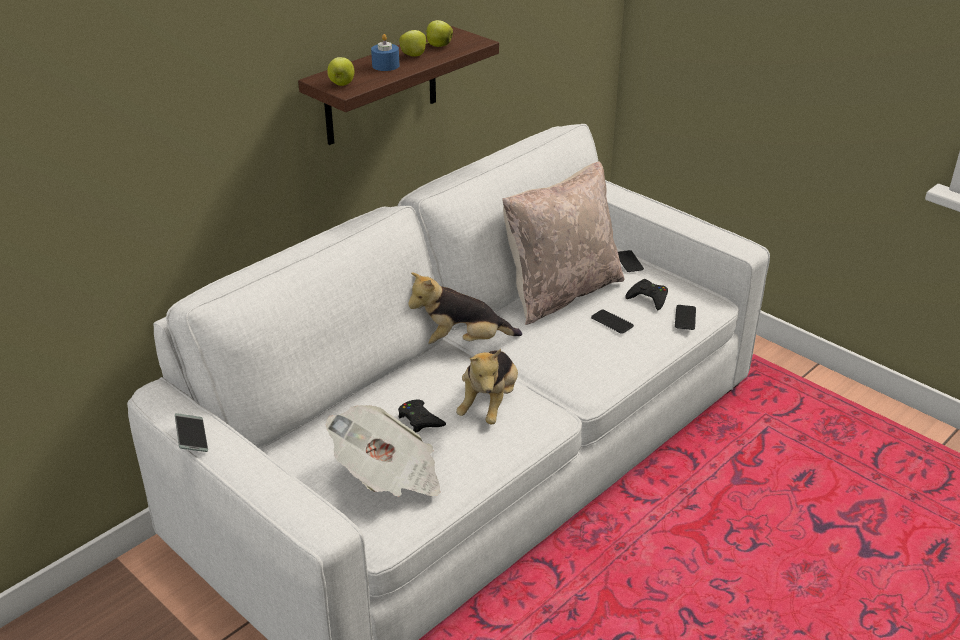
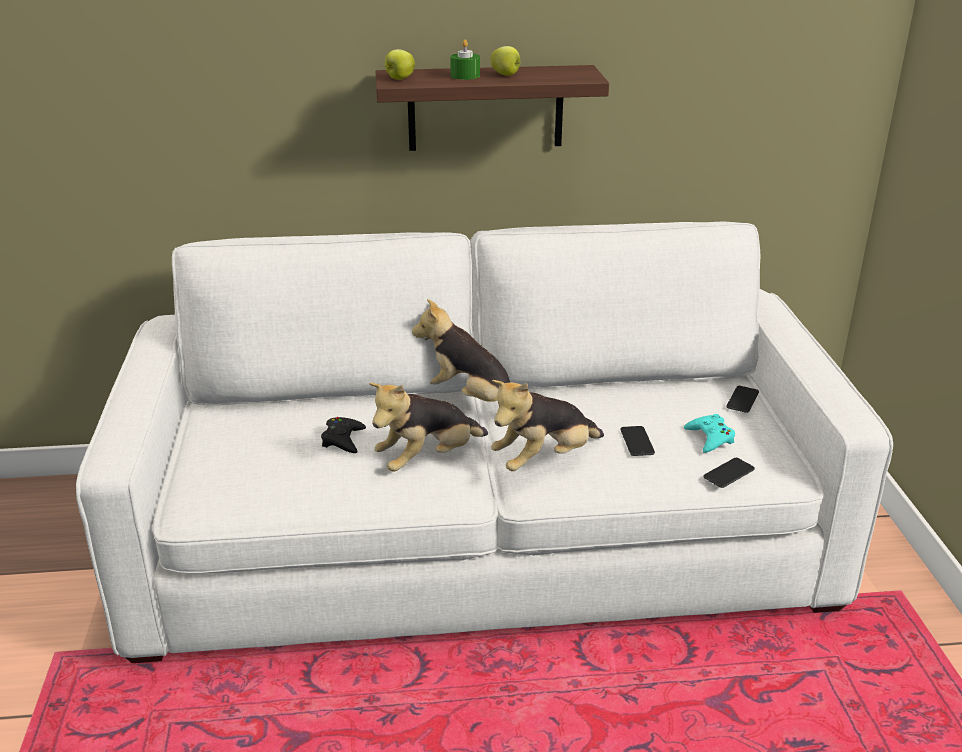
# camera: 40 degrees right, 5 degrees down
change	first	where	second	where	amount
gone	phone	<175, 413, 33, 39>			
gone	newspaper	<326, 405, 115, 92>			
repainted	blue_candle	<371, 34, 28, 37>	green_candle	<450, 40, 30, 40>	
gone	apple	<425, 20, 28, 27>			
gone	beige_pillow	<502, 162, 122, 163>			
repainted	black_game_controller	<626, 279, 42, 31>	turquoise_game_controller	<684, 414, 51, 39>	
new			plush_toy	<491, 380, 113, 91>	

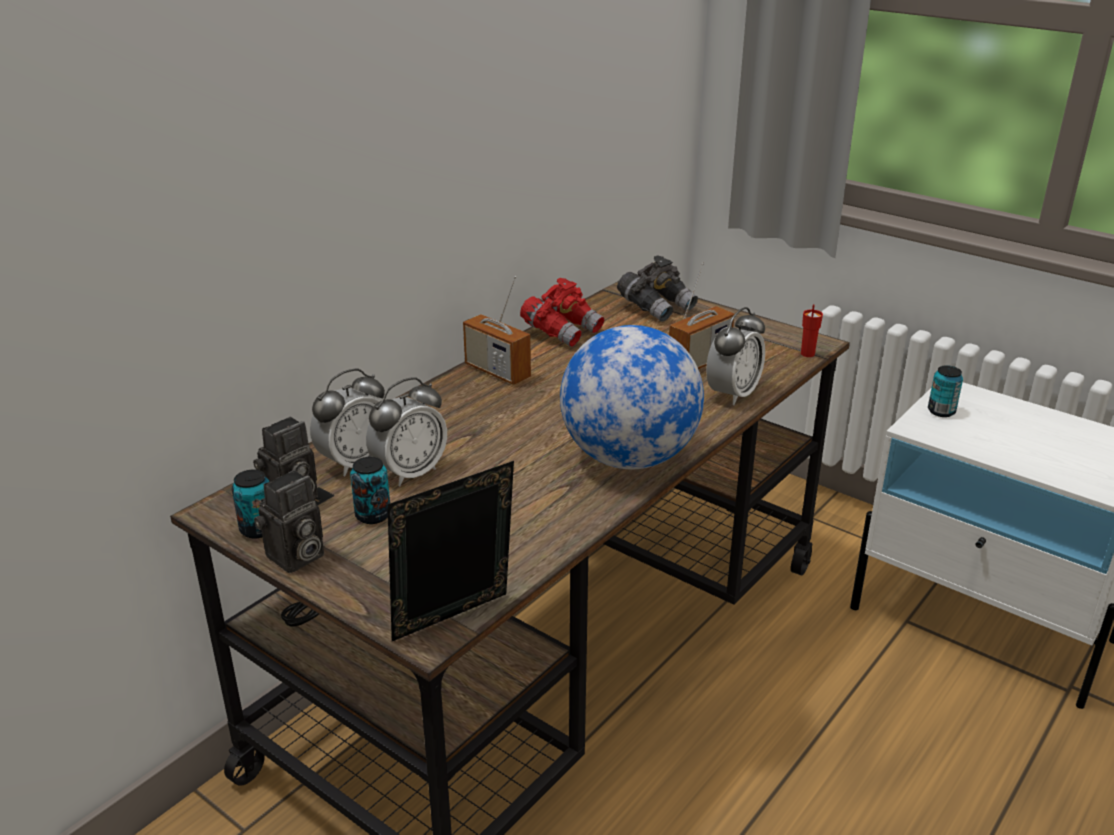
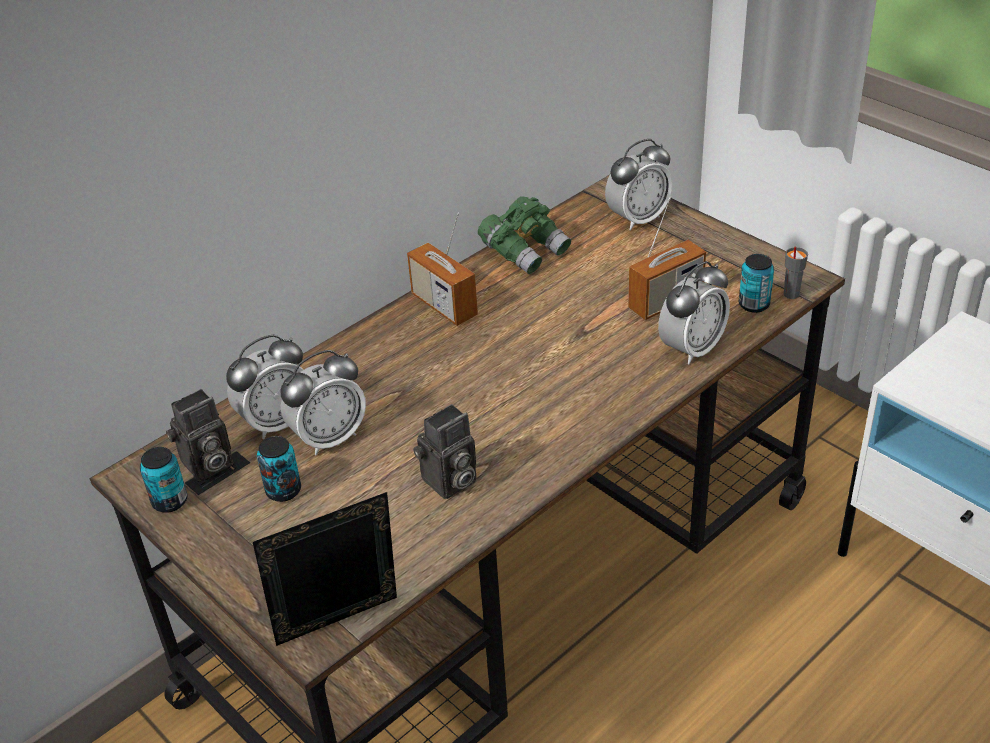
# camera: 10 degrees right, 10 degrees up
change	first	where	second	where	amount
shifted	photo_camera	<254, 470, 70, 103>		<413, 404, 64, 95>	
repainted	red_binoculars	<520, 278, 84, 69>	green_binoculars	<478, 196, 93, 78>	
gone	globe	<560, 325, 144, 144>			
swapped	grey_binoculars	<617, 255, 81, 67>	alarm_clock	<605, 139, 68, 92>	
repainted	red_cup	<801, 304, 22, 53>	grey_cup	<784, 246, 24, 53>	
shifted	can	<928, 365, 35, 52>		<739, 254, 35, 59>	

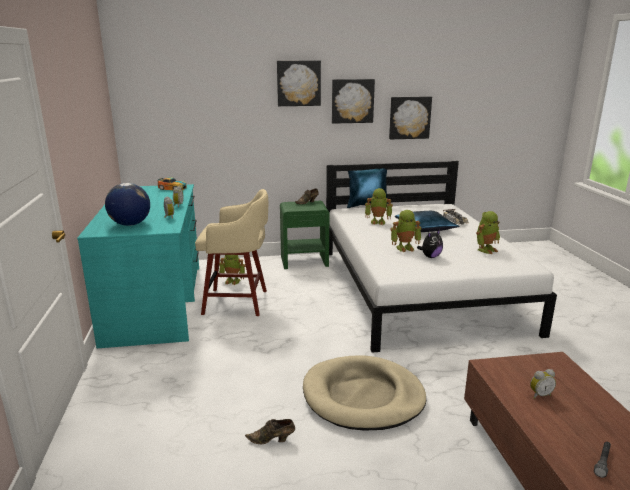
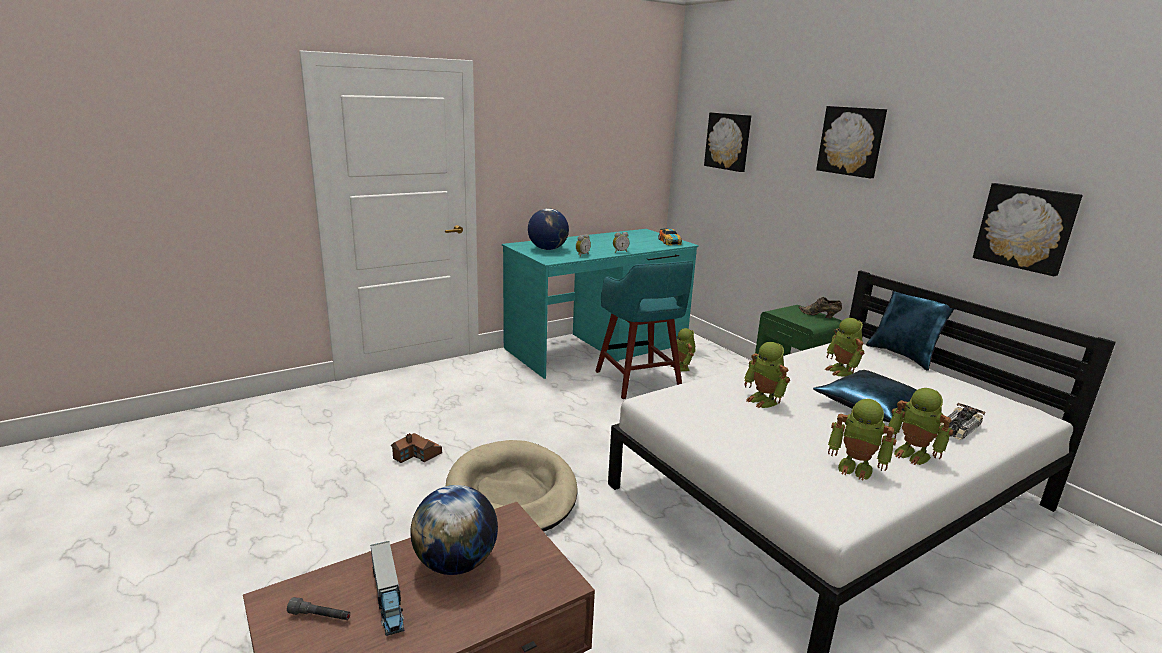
# camera: 65 degrees right, 0 degrees up
change	first	where	second	where	amount
repainted	beige_stool	<195, 189, 73, 127>	turquoise_stool	<596, 261, 97, 138>	
swapped	brown_shoe	<245, 419, 50, 25>	toy_house	<391, 433, 51, 30>	
shifted	picture	<332, 79, 43, 45>		<704, 112, 47, 60>	
gone	plush_toy	<417, 230, 26, 28>			
swapped	alarm_clock	<530, 369, 26, 30>	globe	<410, 485, 88, 90>	
new			toy_truck	<370, 541, 34, 95>	
new			toy_robot	<888, 388, 65, 77>	

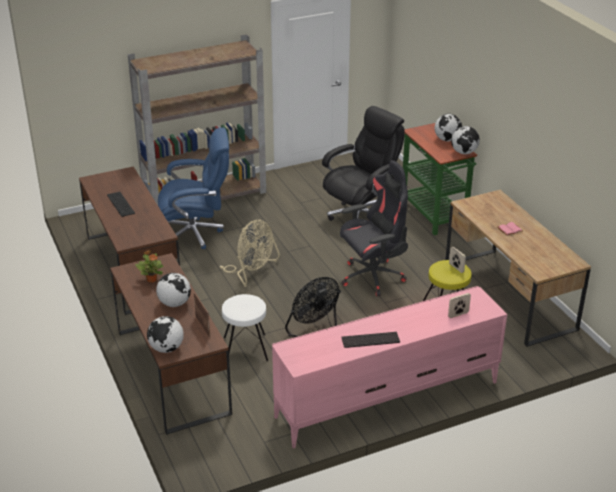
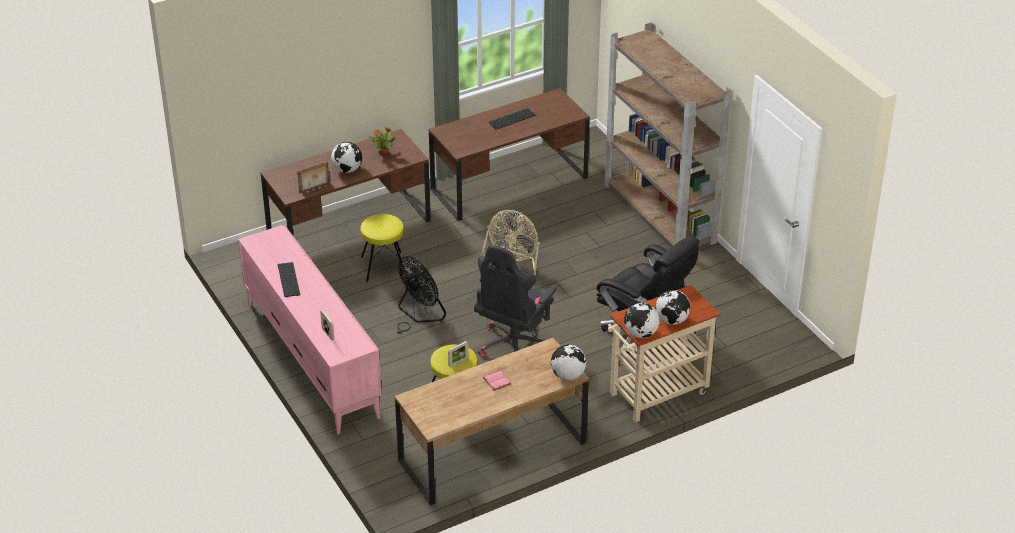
# camera: 85 degrees right, 5 degrees up
change	first	where	second	where	amount
shifted	globe	<147, 316, 37, 37>		<551, 345, 35, 35>	
gone	blue_office_chair	<158, 127, 71, 122>			
repainted	white_stool	<222, 294, 46, 67>	yellow_stool	<360, 214, 44, 68>	
rotated	black_office_chair	<340, 160, 68, 137>		<474, 245, 83, 112>	60 degrees clockwise
repainted	green_cart	<403, 123, 74, 112>	beige_cart	<608, 285, 112, 137>	

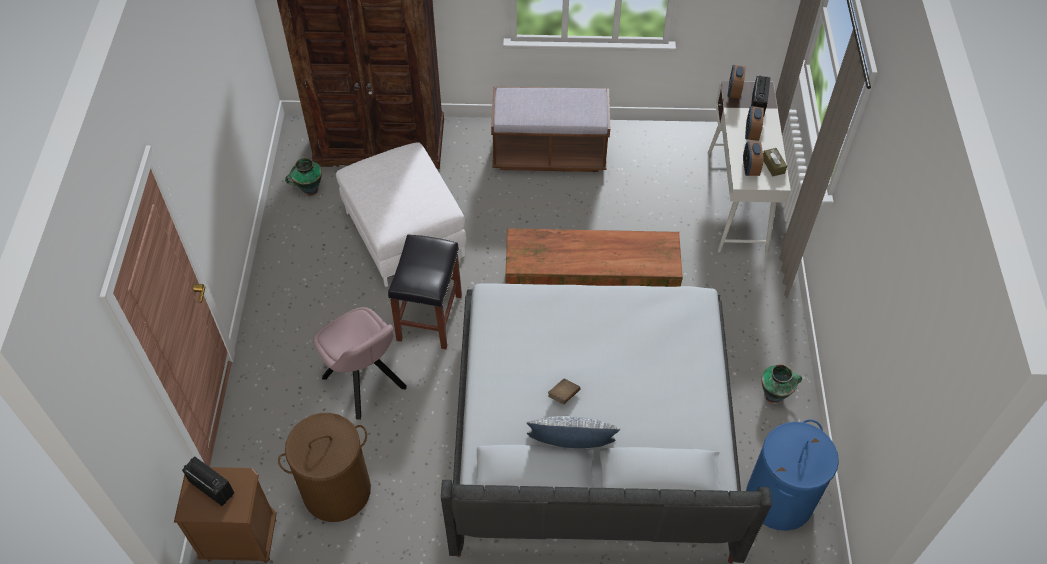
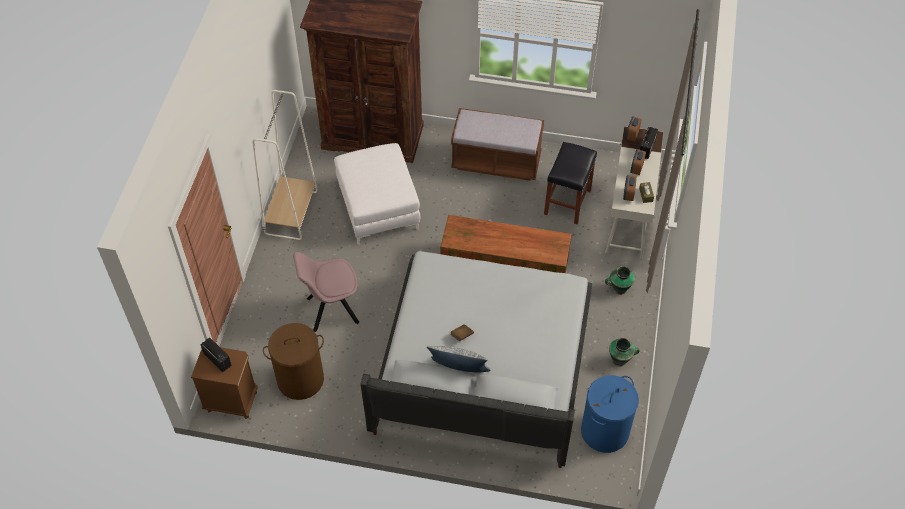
# camera: 10 degrees right, 0 degrees up
change	first	where	second	where	amount
shifted	vase	<285, 157, 37, 39>		<605, 266, 30, 29>	
rotated	pink_chair	<313, 307, 94, 113>		<293, 252, 66, 80>	105 degrees clockwise
shifted	black_stool	<388, 234, 74, 115>		<544, 142, 53, 82>	
new			clothes_rack	<252, 90, 66, 150>	

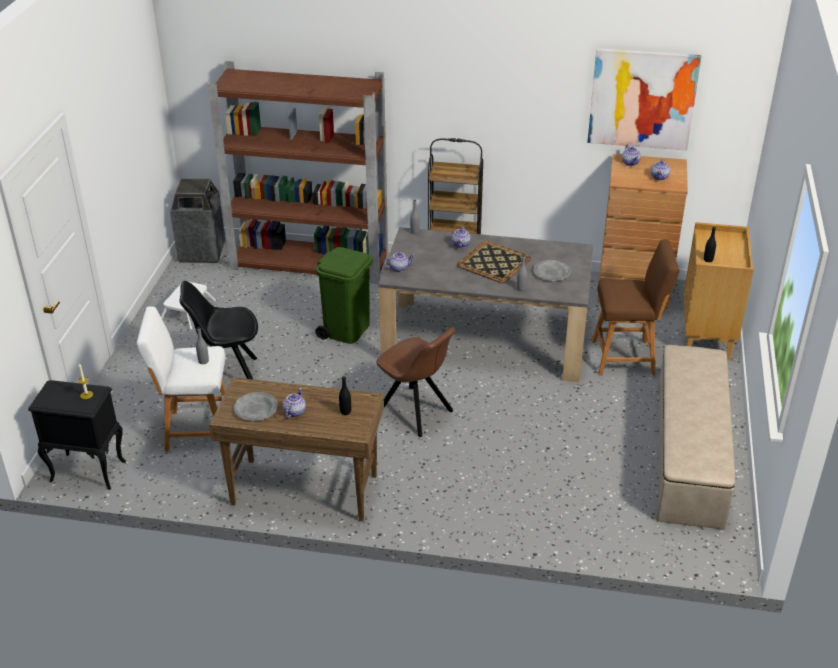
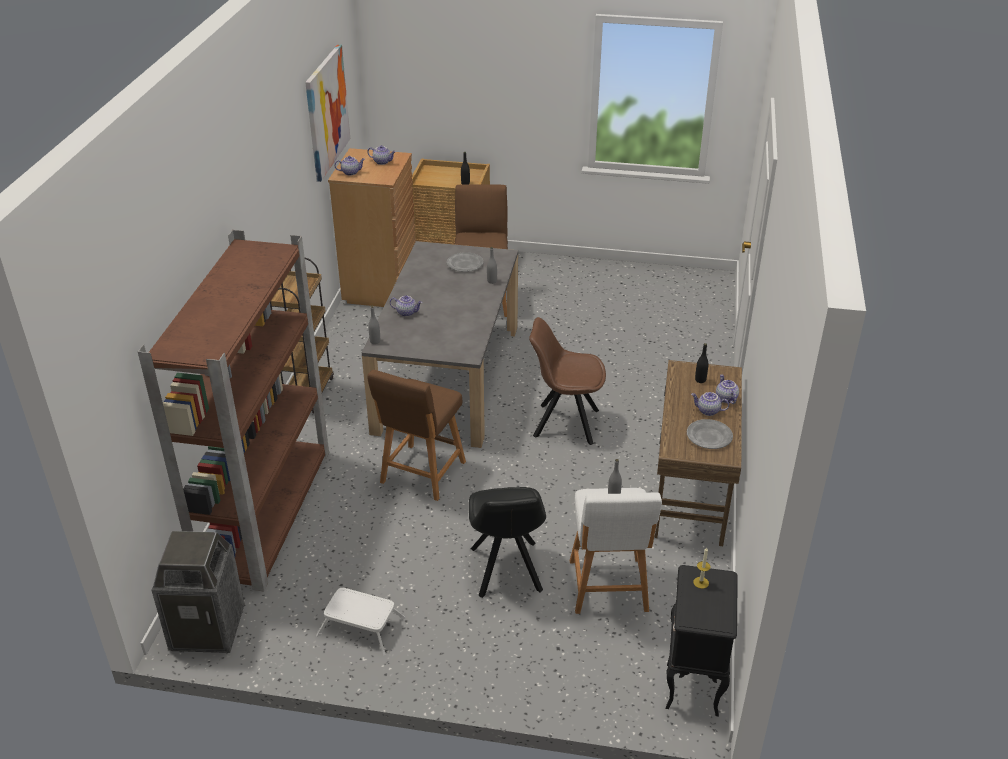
# camera: 90 degrees left, 0 degrees up
change	first	where	second	where	amount
swapped	green_trash_can	<315, 247, 58, 97>	brown_stool	<367, 370, 99, 131>	
rotated	brown_chair	<376, 327, 79, 110>		<529, 317, 77, 128>	120 degrees counterclockwise
shifted	teapot	<383, 252, 31, 20>		<716, 374, 23, 30>	
gone	tray	<457, 241, 74, 42>			
gone	beige_bench	<657, 345, 78, 185>			

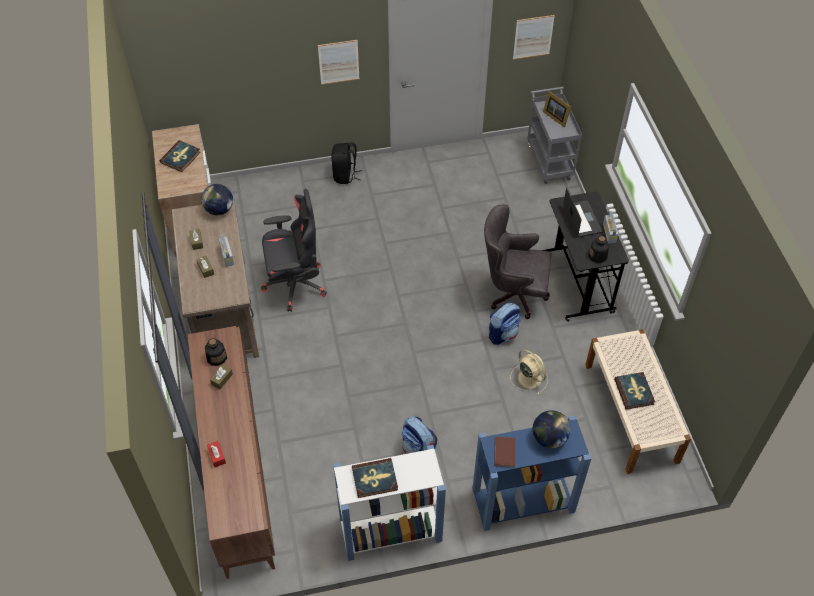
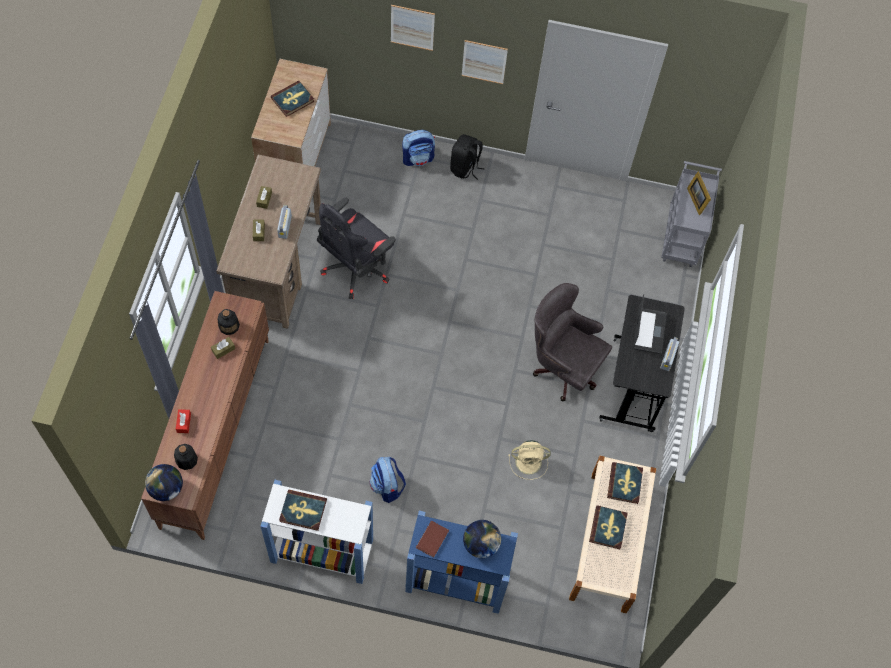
# camera: 20 degrees right, 10 degrees up
change	first	where	second	where	amount
shifted	globe	<201, 184, 32, 31>		<145, 464, 38, 37>	
rotated	black_office_chair	<261, 188, 66, 123>		<317, 198, 79, 101>	120 degrees clockwise
shifted	backpack	<489, 303, 32, 42>		<402, 130, 33, 36>	
rotated	beige_fan	<510, 349, 38, 46>		<508, 440, 43, 40>	105 degrees clockwise
shifted	picture	<513, 15, 42, 44>		<391, 5, 44, 46>	
shifted	bottle	<588, 236, 21, 27>		<174, 444, 24, 26>	
new			book	<607, 462, 36, 42>	

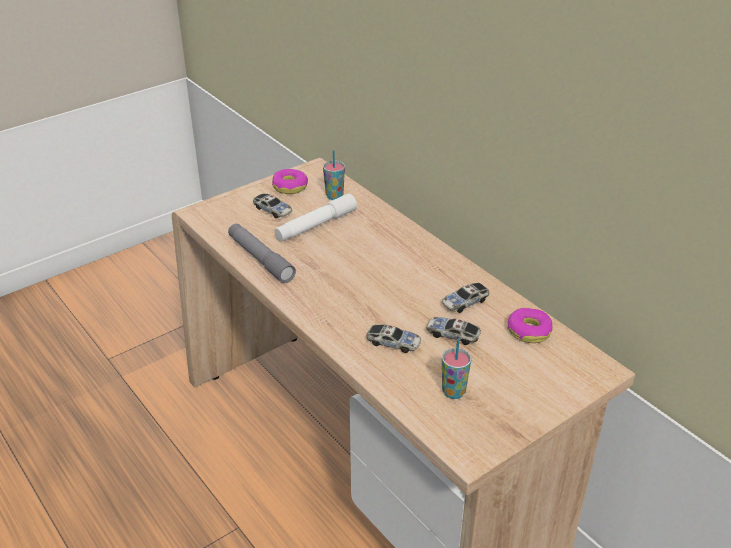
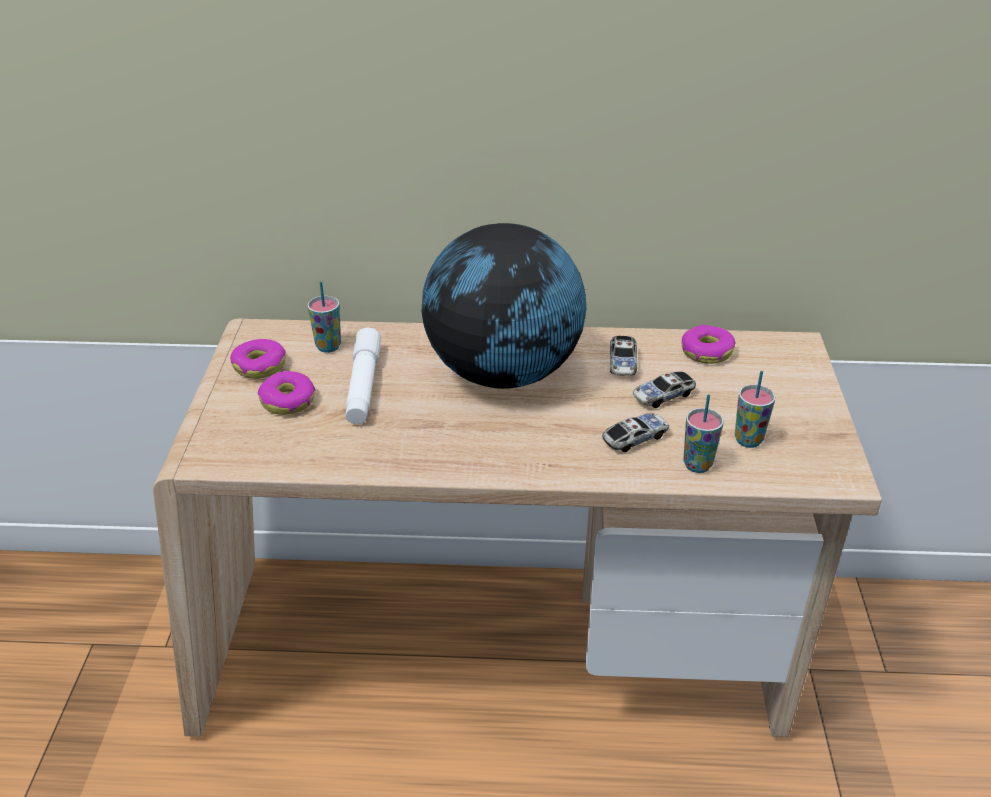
# camera: 50 degrees left, 0 degrees up
change	first	where	second	where	amount
gone	grey_flashlight	<228, 224, 68, 59>			
swapped	toy_car	<253, 193, 39, 25>	donut	<258, 371, 57, 44>	
new			globe	<422, 223, 164, 166>	
new			cup	<683, 394, 40, 79>	

